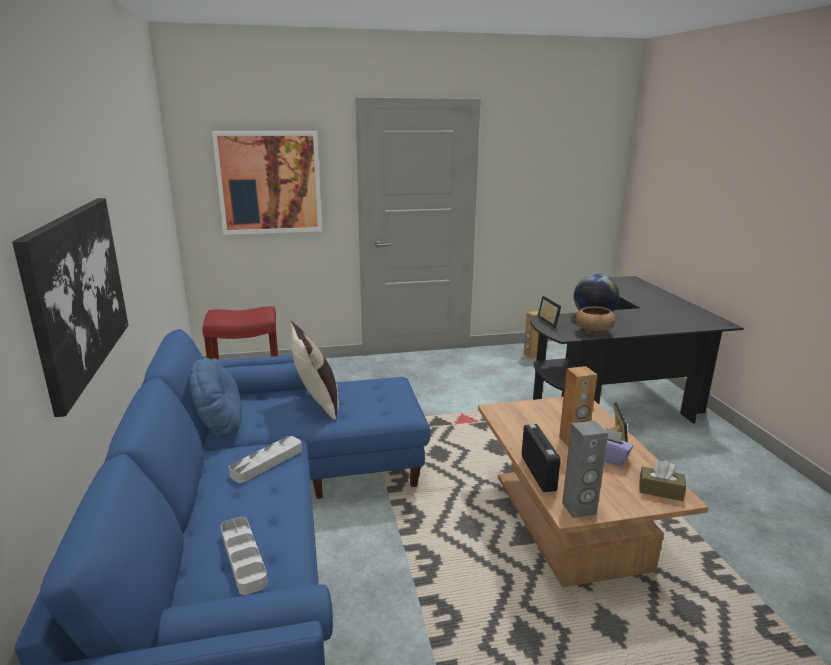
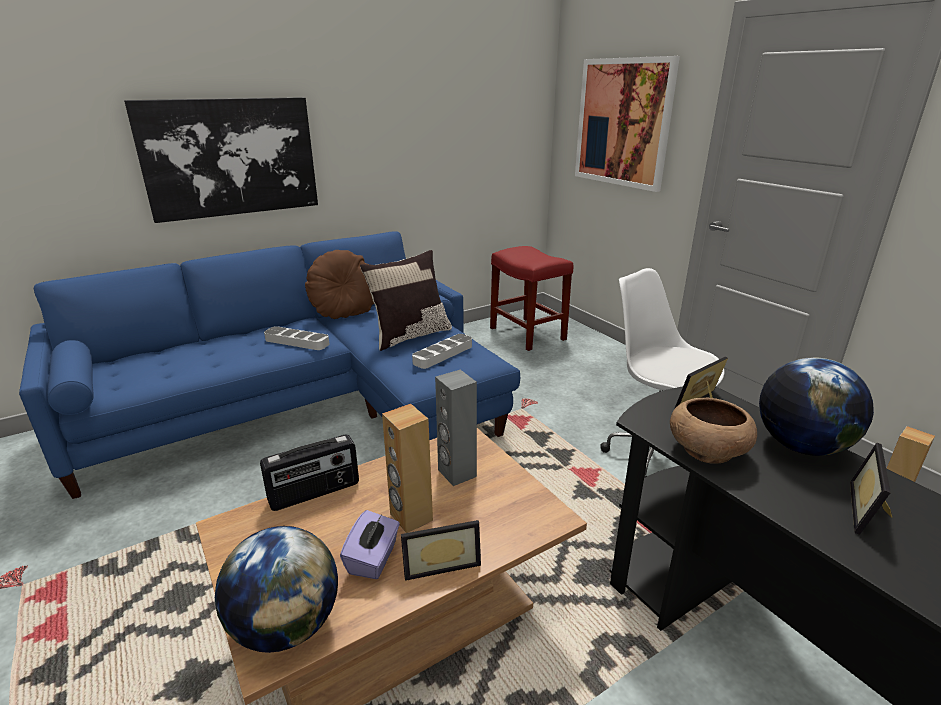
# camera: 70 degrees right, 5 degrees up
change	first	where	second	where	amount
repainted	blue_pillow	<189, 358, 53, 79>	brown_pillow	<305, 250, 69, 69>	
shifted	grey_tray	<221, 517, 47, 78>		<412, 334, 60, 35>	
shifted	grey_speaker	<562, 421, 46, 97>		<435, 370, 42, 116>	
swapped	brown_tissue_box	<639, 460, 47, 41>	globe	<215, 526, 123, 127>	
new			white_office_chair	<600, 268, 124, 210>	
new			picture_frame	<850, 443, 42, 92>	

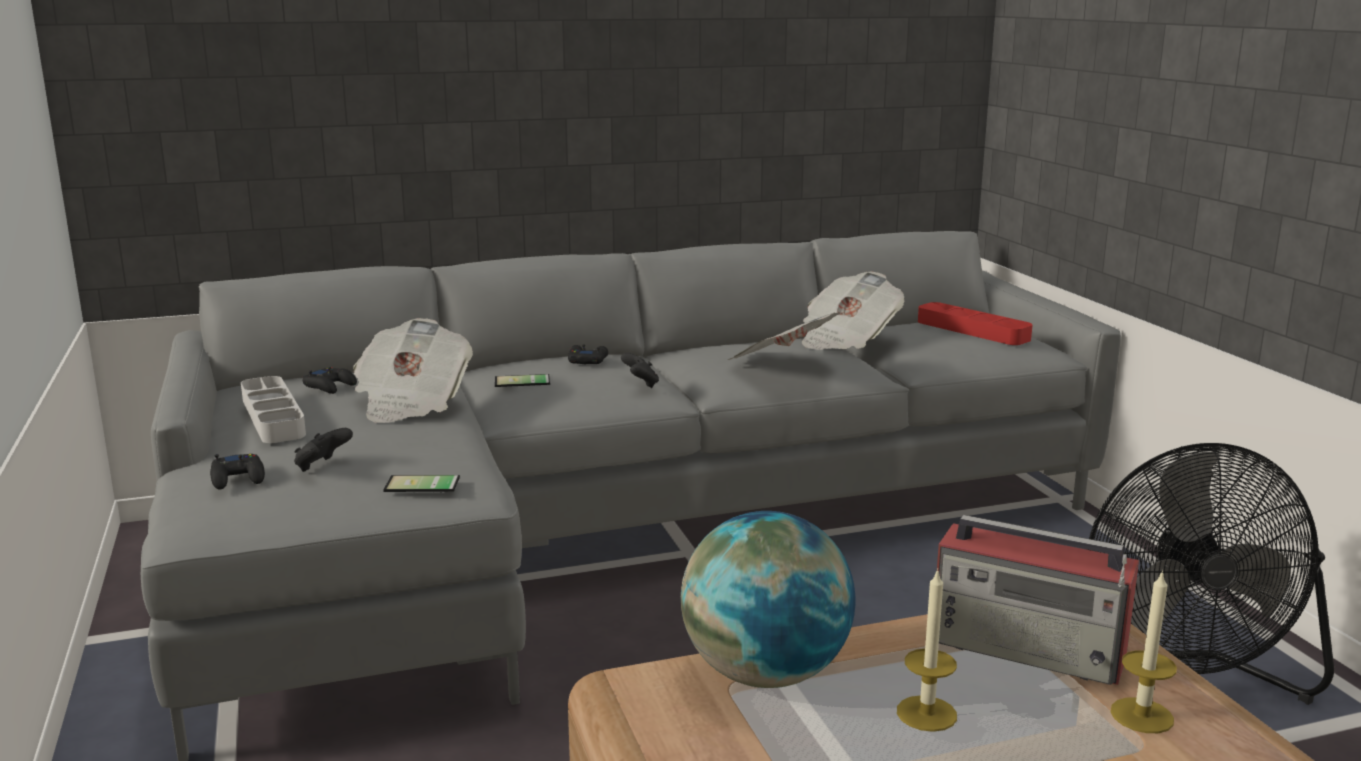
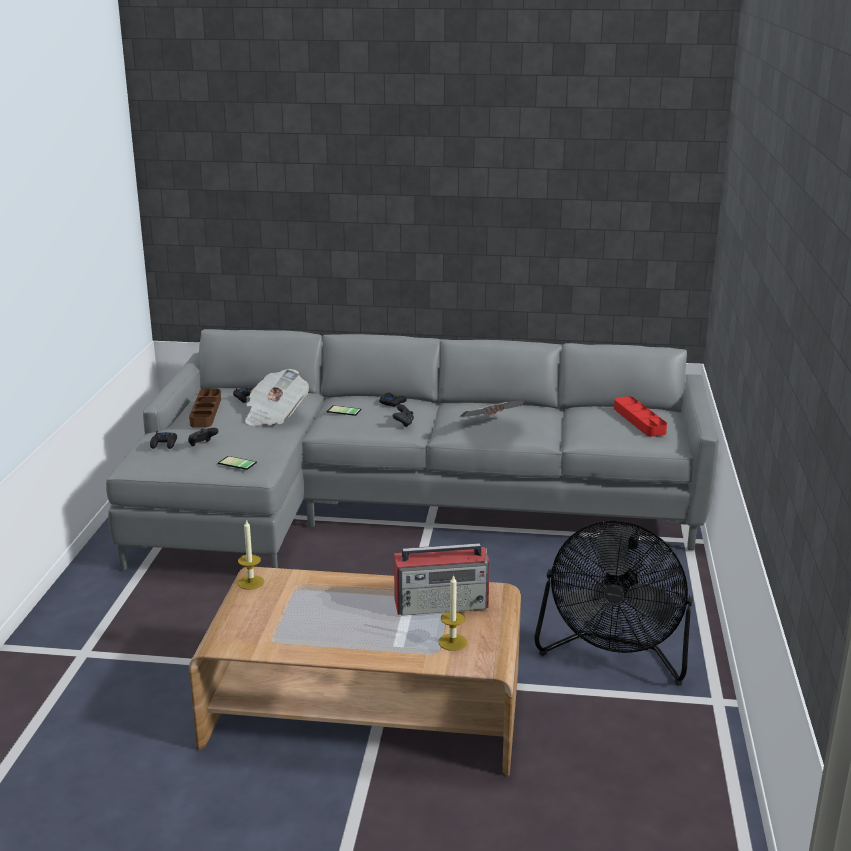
# camera: 25 degrees right, 5 degrees up
change	first	where	second	where	amount
repainted	grey_tray	<241, 376, 65, 67>	brown_tray	<189, 389, 32, 39>	
gone	globe	<681, 511, 174, 177>			
gone	newspaper	<802, 271, 103, 79>			
shifted	candle	<897, 568, 60, 164>		<238, 519, 26, 71>	
rotated	radio	<937, 515, 202, 170>		<394, 543, 96, 73>	60 degrees counterclockwise

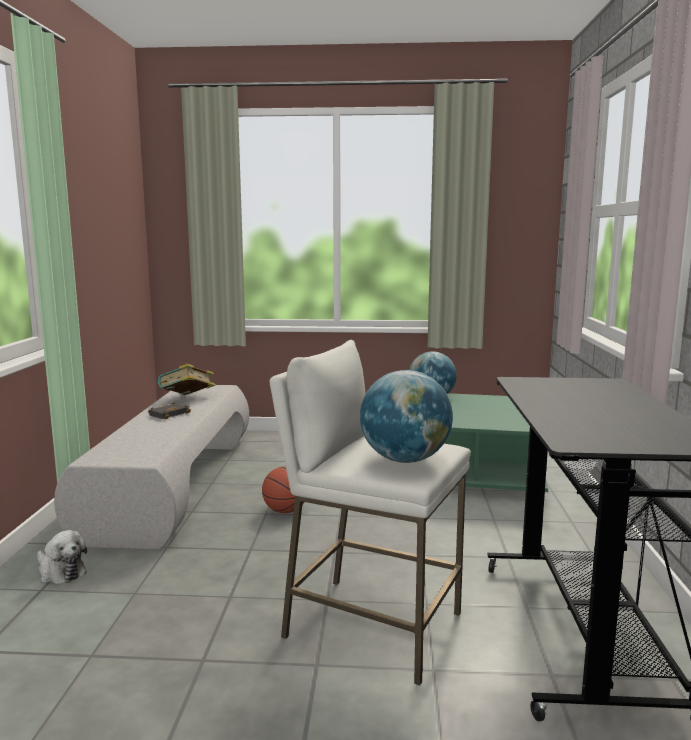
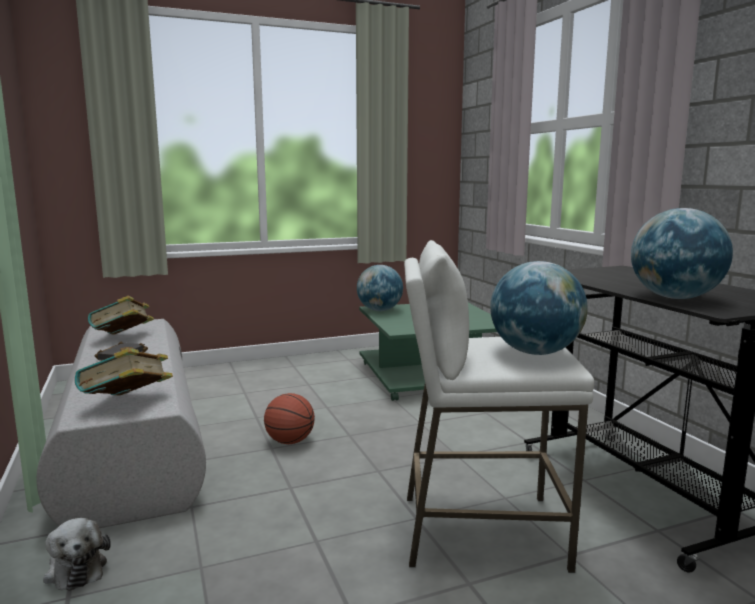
# camera: 25 degrees left, 0 degrees up
change	first	where	second	where	amount
rotated	plush_toy	<37, 530, 50, 54>		<43, 518, 68, 73>	45 degrees clockwise
new			book	<75, 348, 98, 47>	
new			globe	<631, 208, 102, 91>	

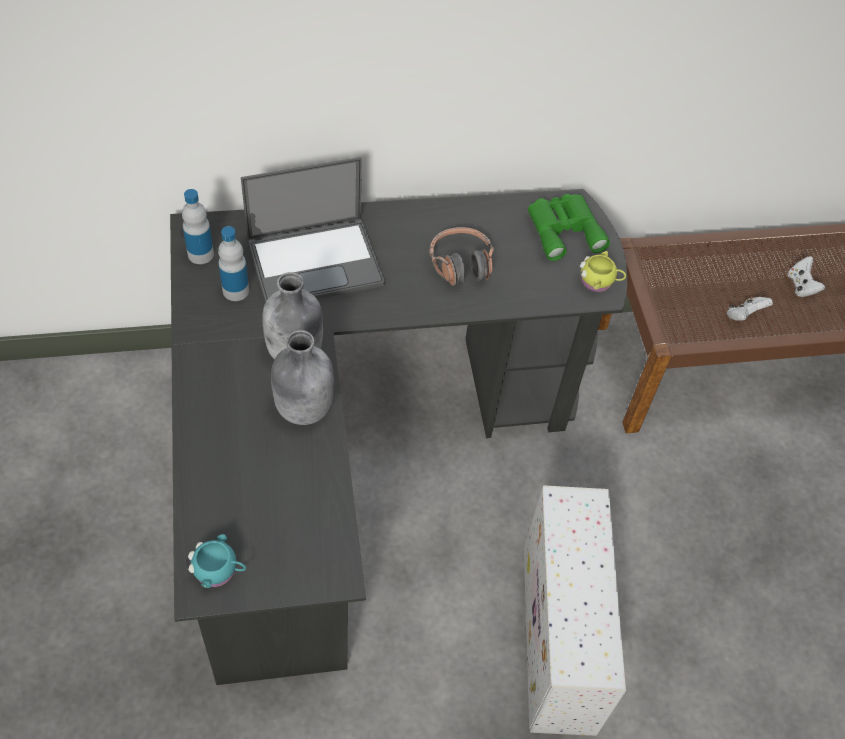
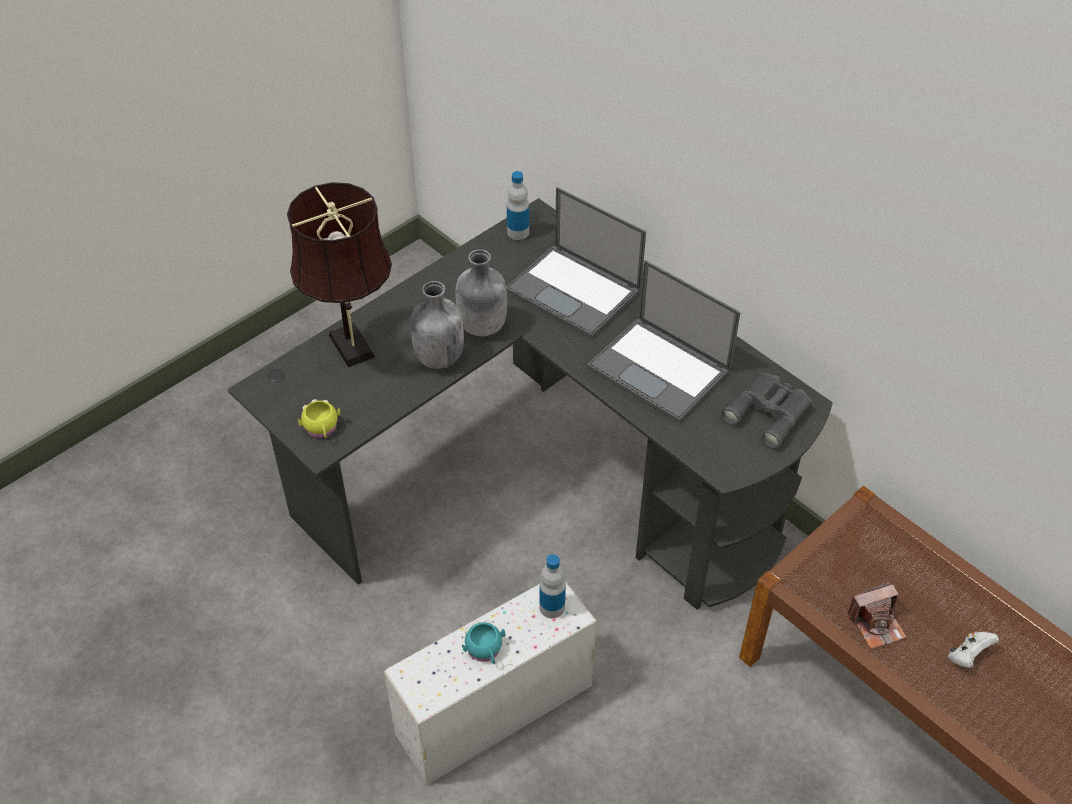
# camera: 60 degrees right, 5 degrees down
change	first	where	second	where	amount
shifted	turquoise_mug	<188, 534, 58, 54>		<462, 620, 44, 44>	
shifted	bottle	<218, 226, 31, 75>		<539, 554, 27, 64>	
swapped	headphones	<429, 227, 65, 59>	laptop	<587, 260, 154, 163>	
repainted	green_binoculars	<528, 194, 82, 67>	grey_binoculars	<721, 373, 91, 76>	
shifted	yellow_mug	<580, 251, 46, 41>		<298, 399, 43, 39>	
swapped	white_game_controller	<727, 297, 46, 23>	photo_camera	<848, 581, 58, 68>	
new			brown_table_lamp	<287, 182, 105, 185>	

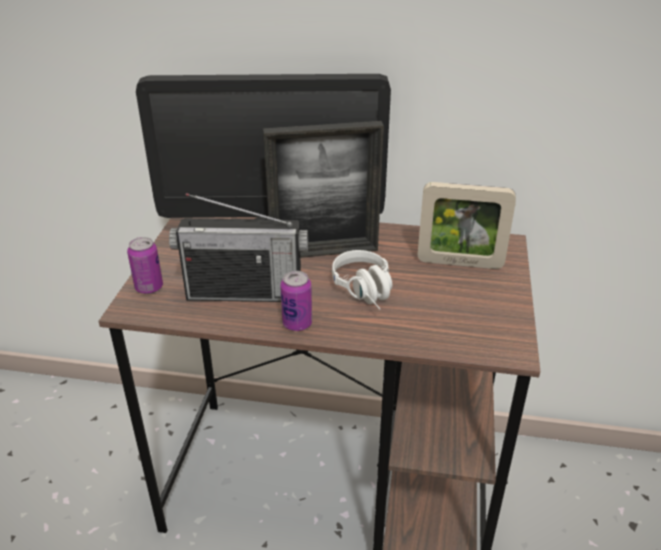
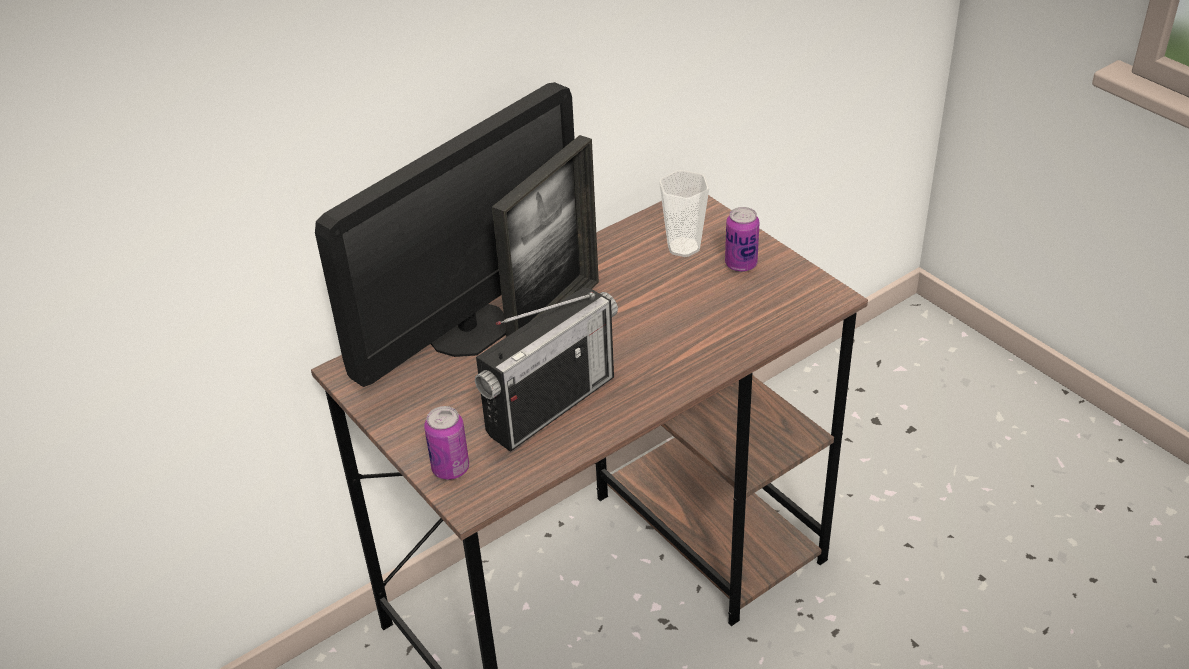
# camera: 45 degrees left, 5 degrees up
change	first	where	second	where	amount
shifted	can	<280, 271, 32, 60>		<725, 207, 35, 65>	
gone	white_headphones	<332, 250, 60, 60>			
swapped	picture_frame	<418, 182, 98, 87>	cup	<659, 170, 50, 87>	

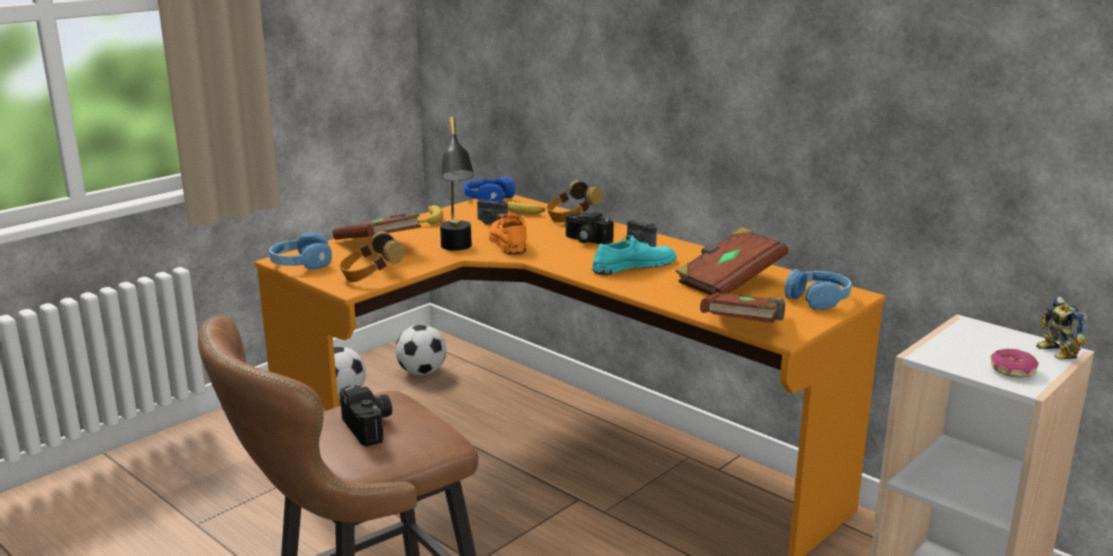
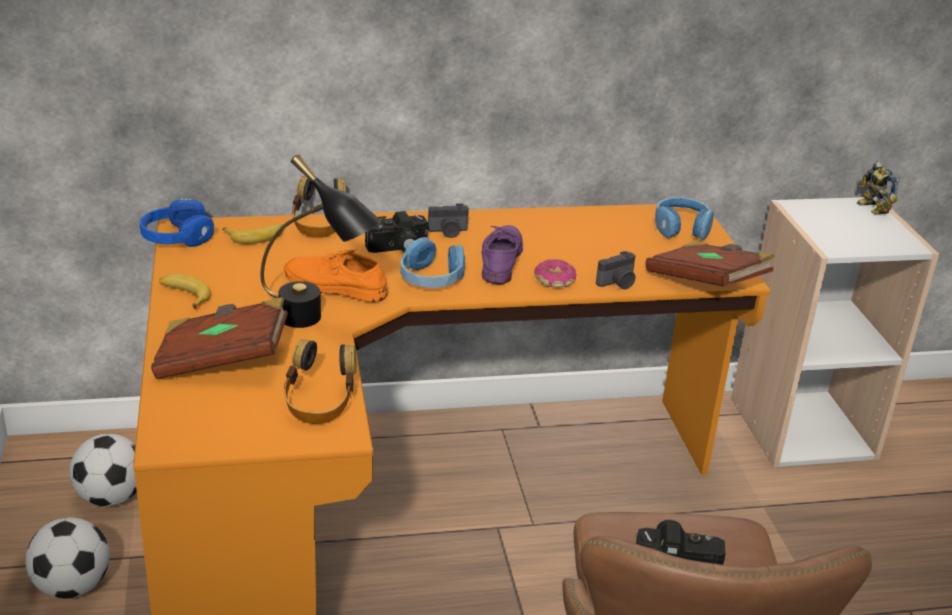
# camera: 55 degrees left, 10 degrees up
change	first	where	second	where	amount
shifted	blue_headphones	<269, 233, 63, 37>		<400, 237, 65, 51>	
shifted	photo_camera	<477, 200, 31, 25>		<596, 251, 39, 39>	
repainted	turquoise_shoe	<592, 235, 85, 40>	purple_shoe	<482, 225, 41, 60>	
gone	brown_book	<675, 227, 113, 68>			
shifted	donut	<991, 349, 48, 29>		<534, 259, 42, 29>	
rotated	toy_robot	<1036, 297, 52, 63>		<857, 161, 43, 54>	45 degrees clockwise

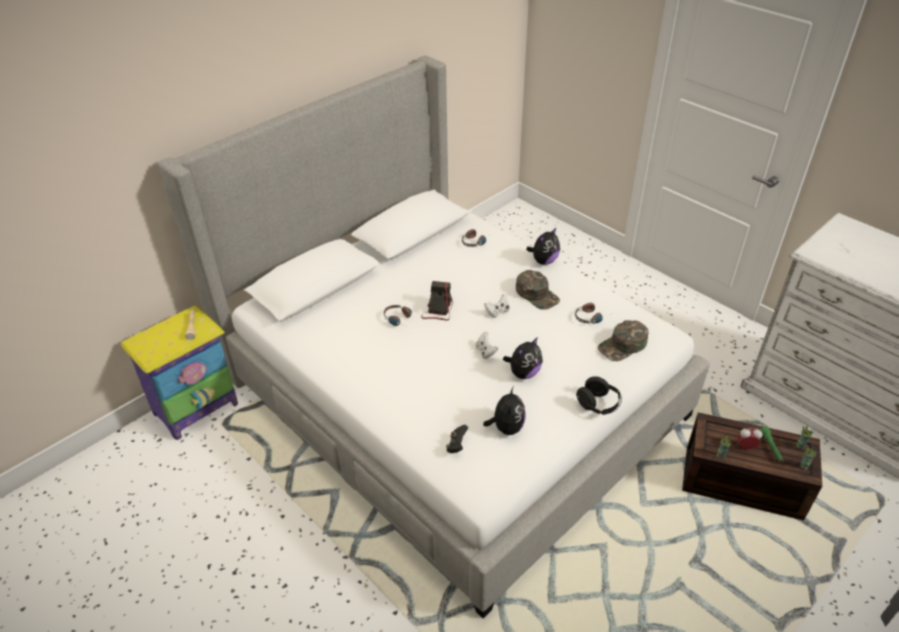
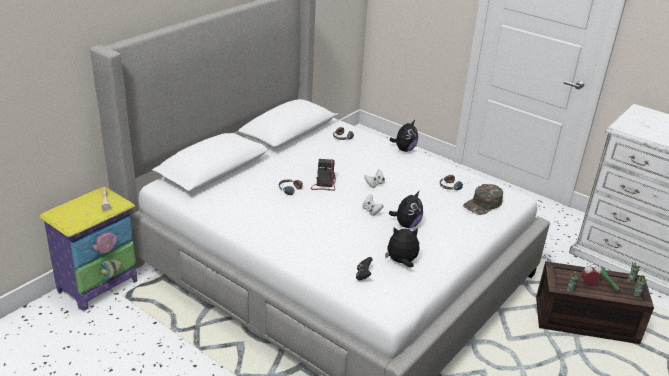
# camera: 10 degrees left, 10 degrees down
change	first	where	second	where	amount
rotated	plush_toy	<483, 387, 43, 48>		<385, 227, 34, 40>	90 degrees counterclockwise
gone	green_cap	<516, 270, 44, 40>			
gone	black_headphones	<576, 376, 46, 39>			

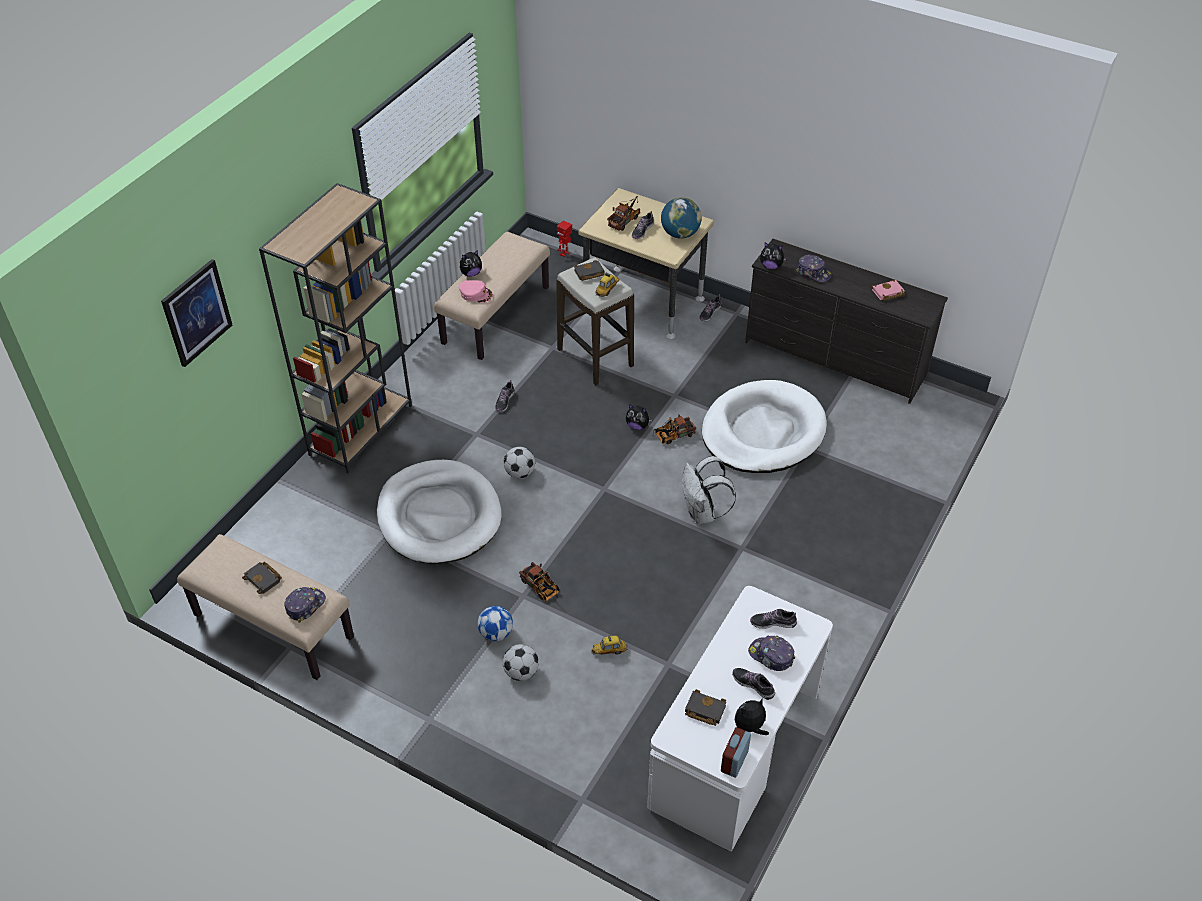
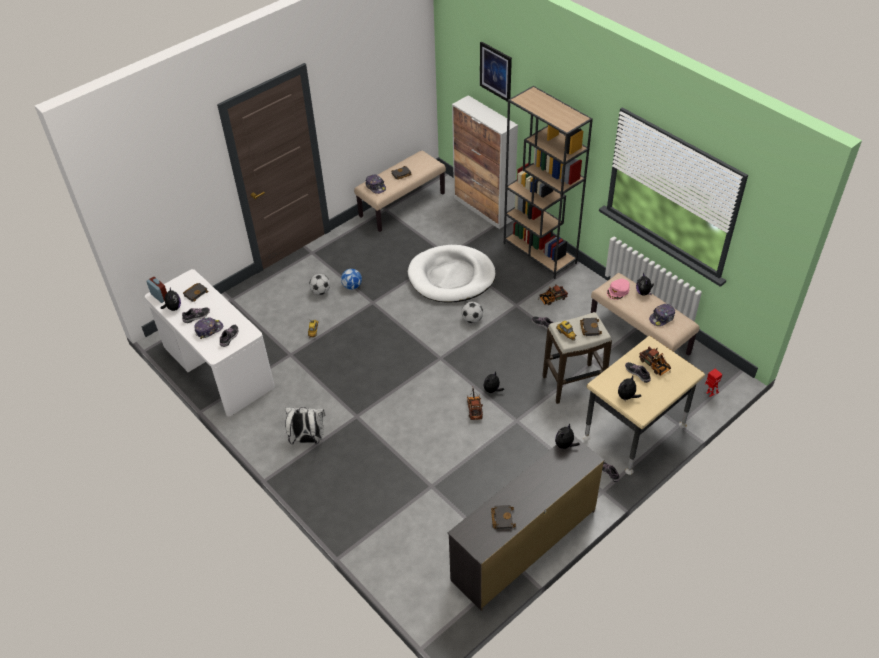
# camera: 110 degrees right, 0 degrees up
change	first	where	second	where	amount
shifted	toy_truck	<519, 562, 40, 39>		<539, 284, 29, 21>	
swapped	globe	<661, 197, 41, 42>	plush_toy	<618, 376, 23, 26>	
shifted	white_backpack	<682, 456, 54, 68>		<285, 407, 40, 37>	
gone	white_dog_bed	<702, 380, 125, 93>			
shifted	cap	<796, 255, 36, 27>		<649, 304, 26, 22>	
repainted	pink_book	<872, 280, 33, 21>	black_book	<491, 505, 25, 25>	
new			cabinet	<452, 95, 66, 134>	

